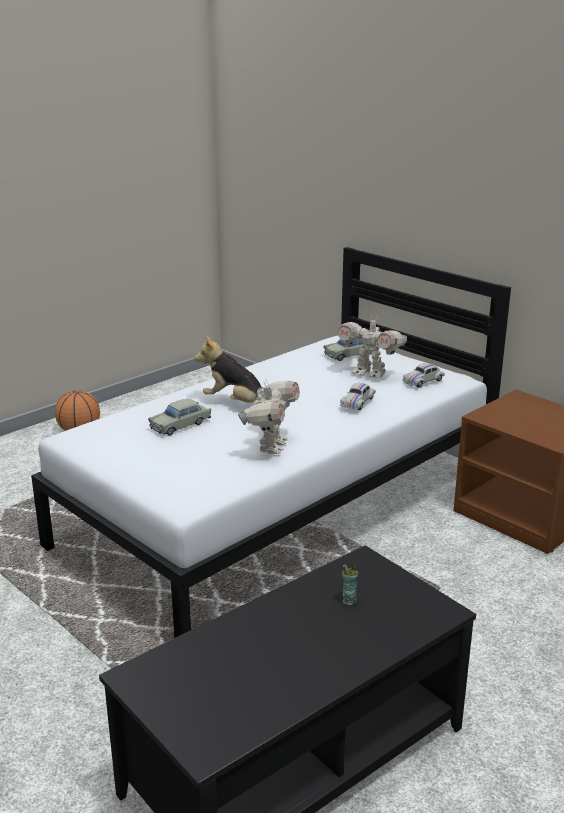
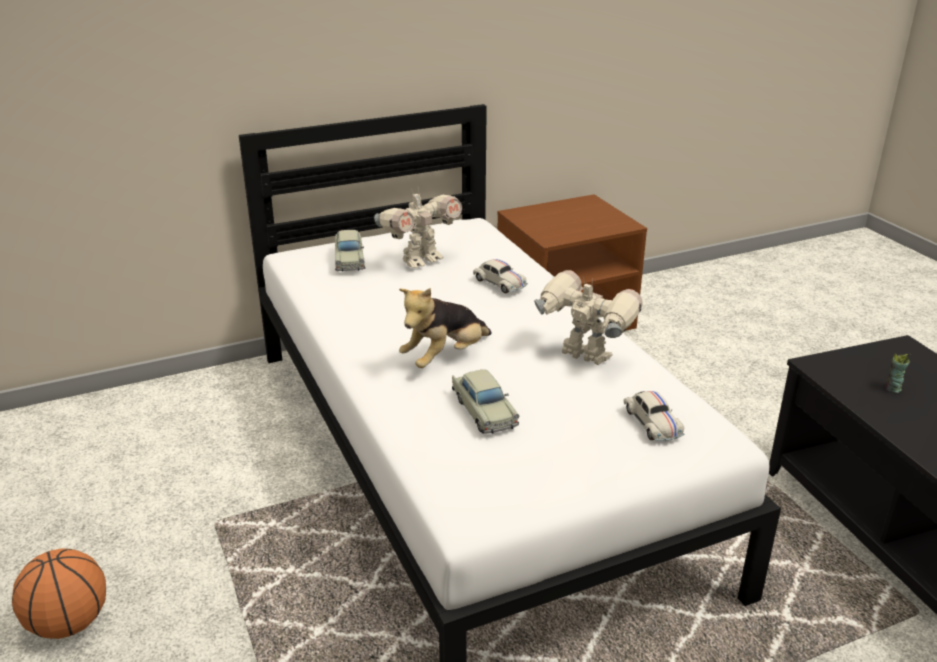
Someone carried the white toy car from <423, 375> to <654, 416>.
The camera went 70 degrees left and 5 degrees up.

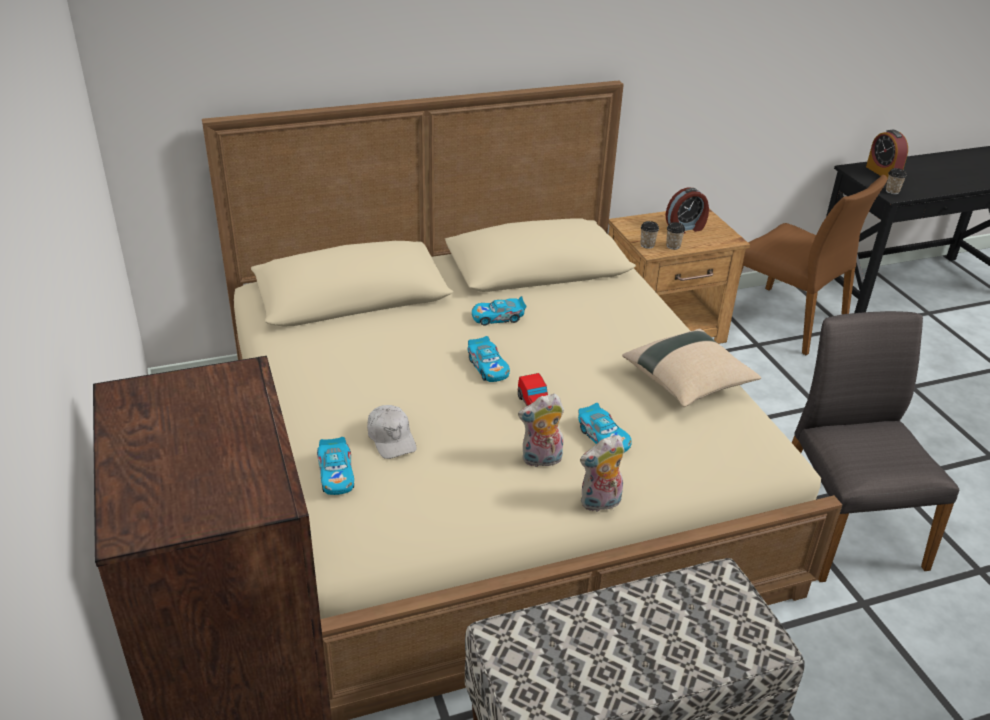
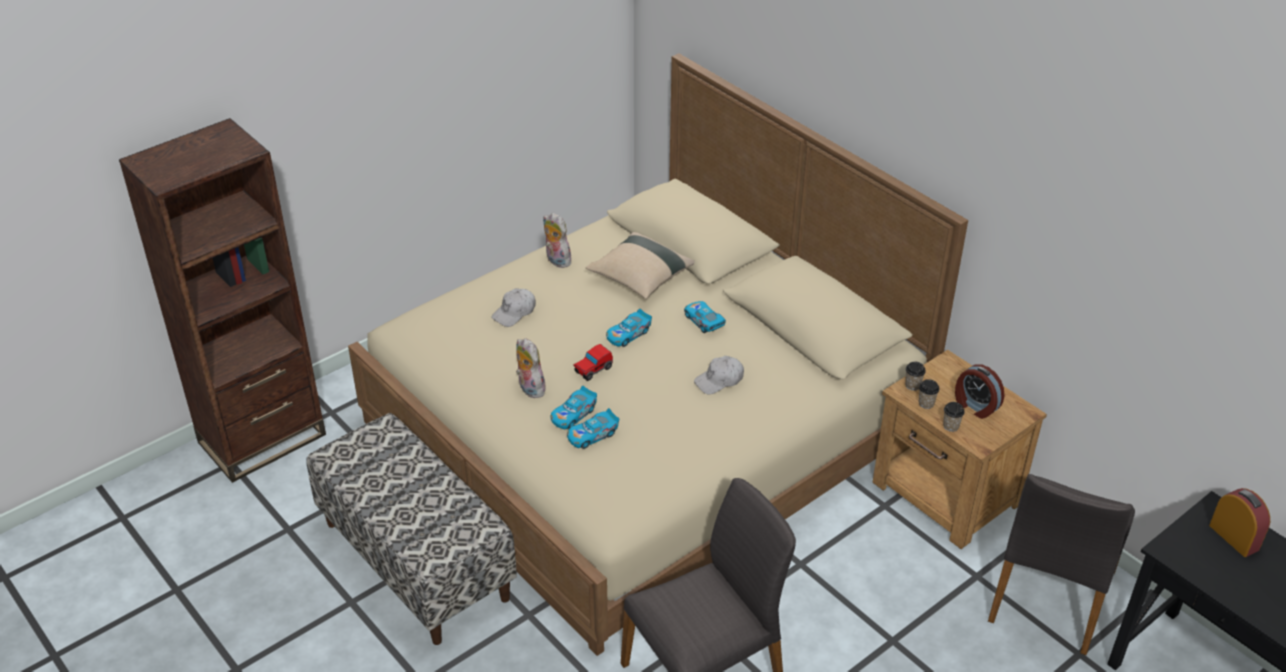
Someone carried the plush toy from <602, 473> to <557, 240>.
Someone carried the toy car from <335, 466> to <593, 428>.
Someone carried the beige pillow from <691, 368> to <640, 265>.
Someone put down the white cap at <719, 375>.
Someone carried the cup from <896, 181> to <954, 417>.
Someone repainted the brown chair at <813, 265>, which became the grey chair at <1061, 564>.
Someone rotated the alarm clock at <887, 155> by 105 degrees clockwise.
The camera went 70 degrees right and 5 degrees up.

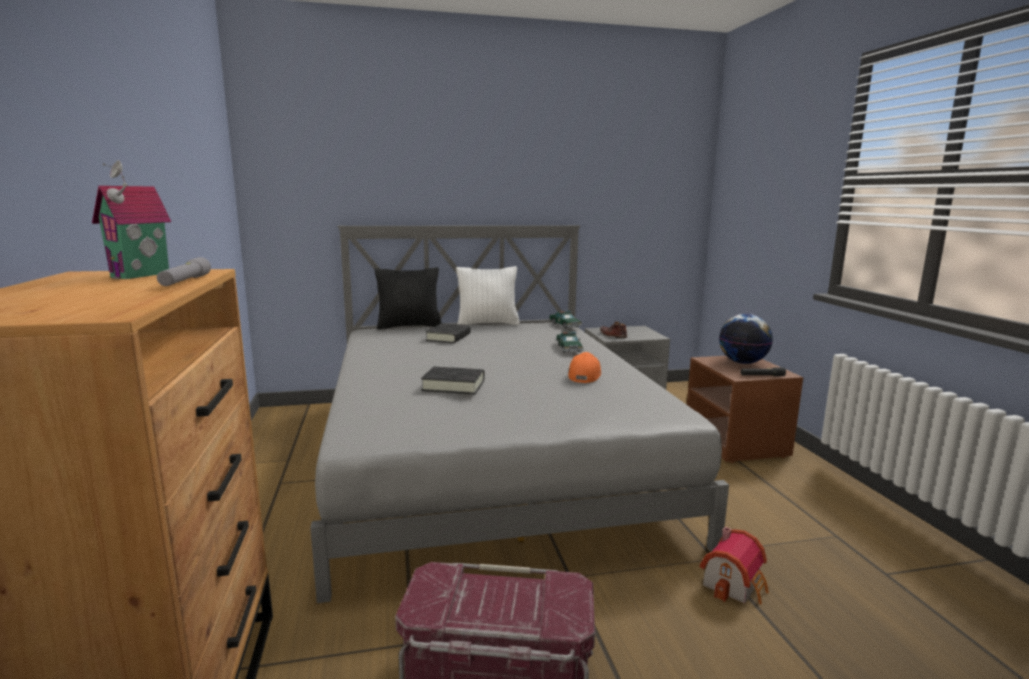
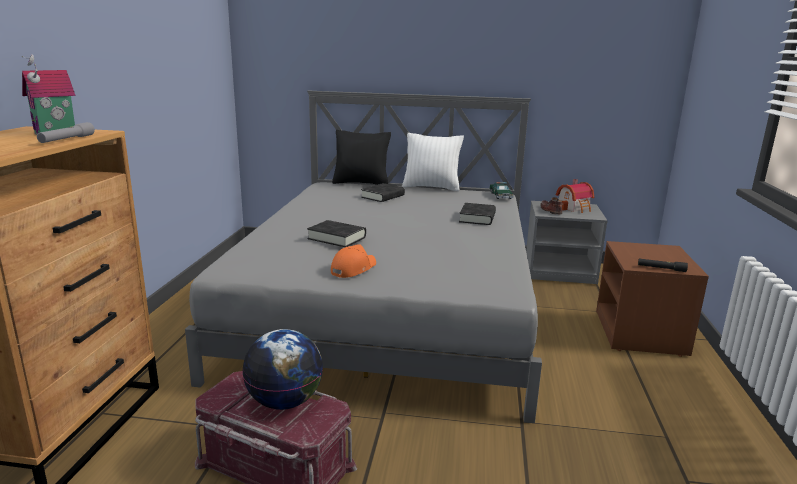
Someone carried the globe from <746, 339> to <282, 369>.
Someone carried the orange cap from <584, 367> to <353, 261>.
Someone swapped the toy car at <570, 342> for the black book at <477, 214>.
Someone carried the toy house from <734, 565> to <575, 196>.
The camera went 20 degrees right and 5 degrees up.

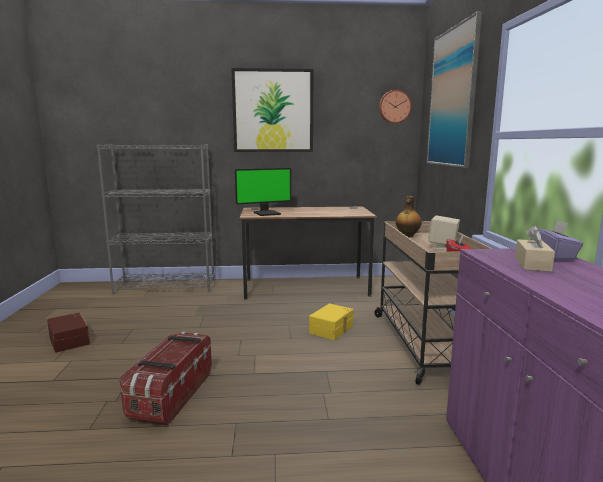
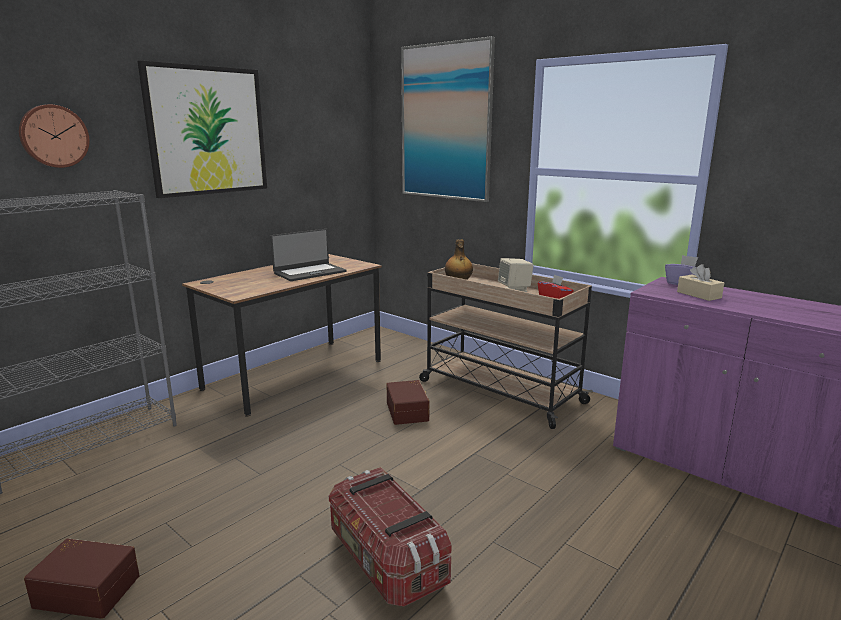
Someone carried the wall clock from <395, 107> to <54, 136>.
Someone put down the laptop at <308, 255>.
Someone repainted the yellow storage box at <331, 321>, which became the brown storage box at <408, 402>.
Someone took away the monitor at <263, 192>.
The camera went 45 degrees left and 5 degrees up.

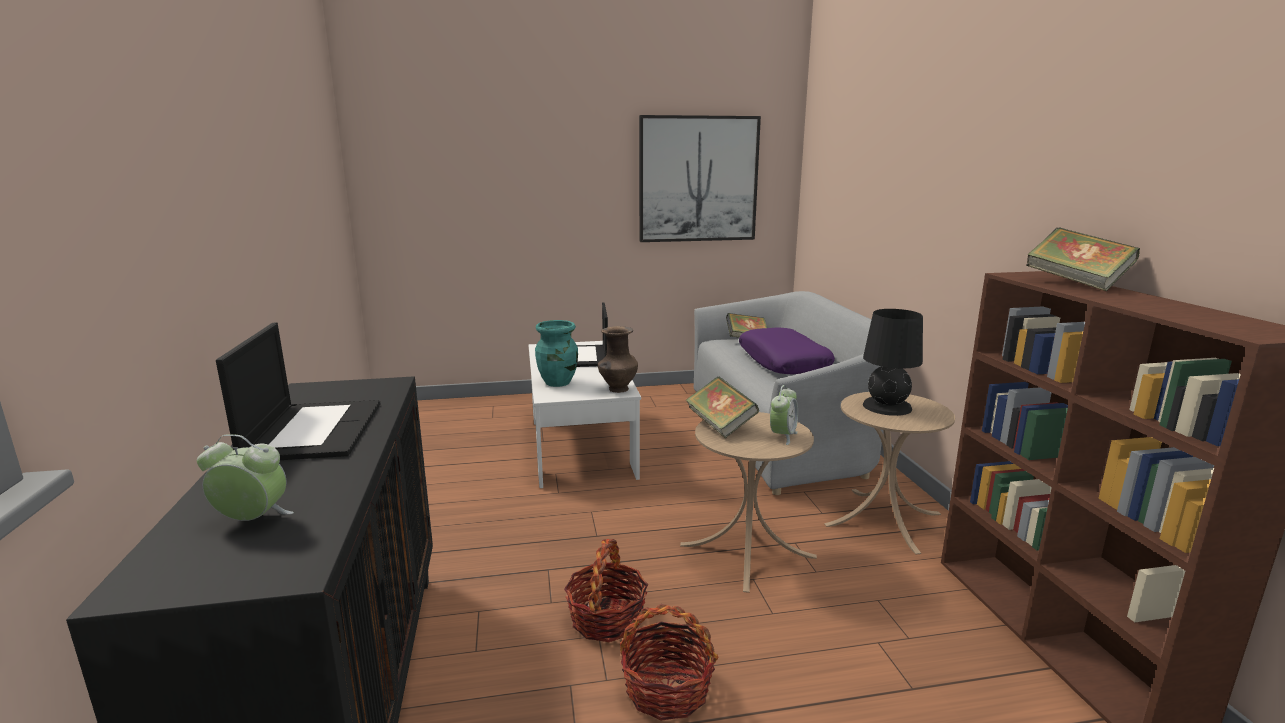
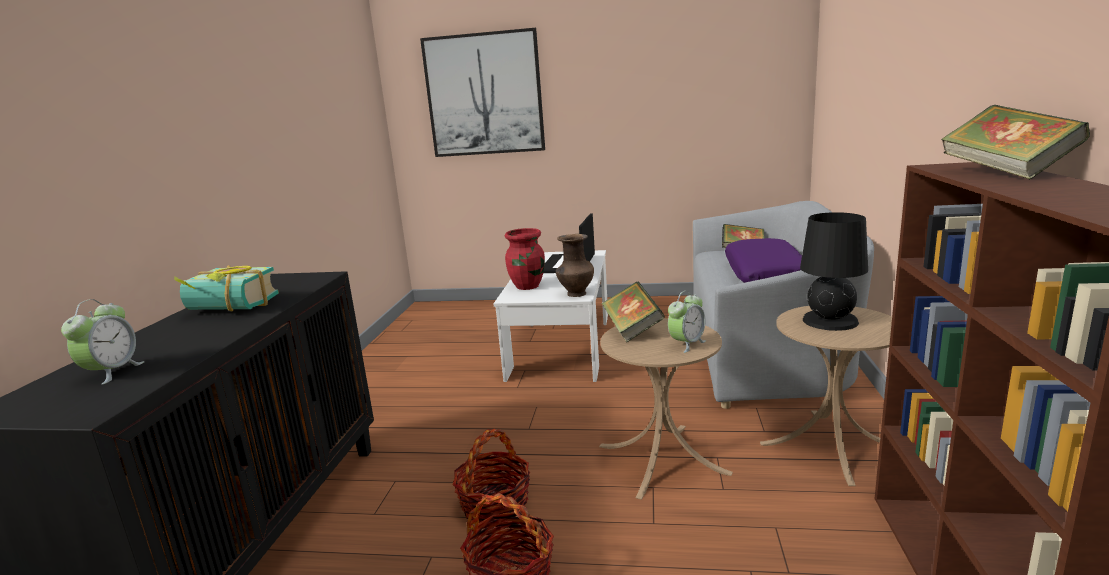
Someone rotated the alarm clock at <245, 477> by 75 degrees clockwise.
Someone swapped the laptop at <298, 391> for the book at <226, 288>.
Someone carried the picture from <700, 178> to <482, 92>.
Someone repainted the turquoise vase at <556, 353>, which became the red vase at <525, 259>.
The camera went 20 degrees right and 0 degrees up.

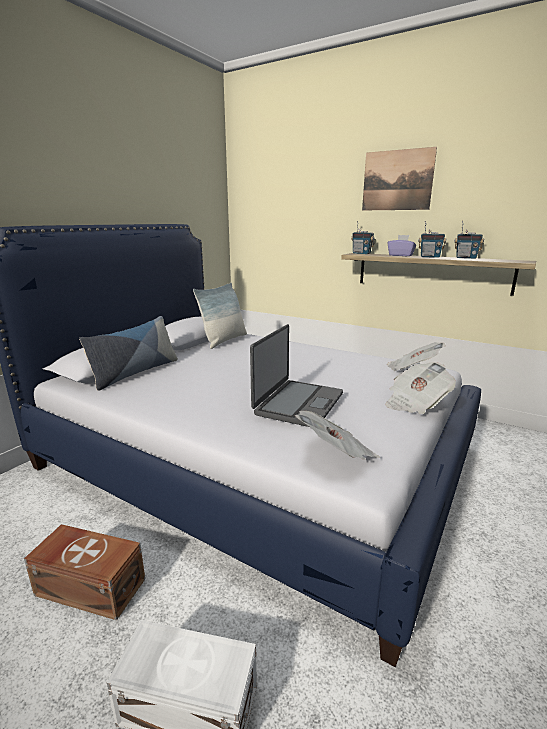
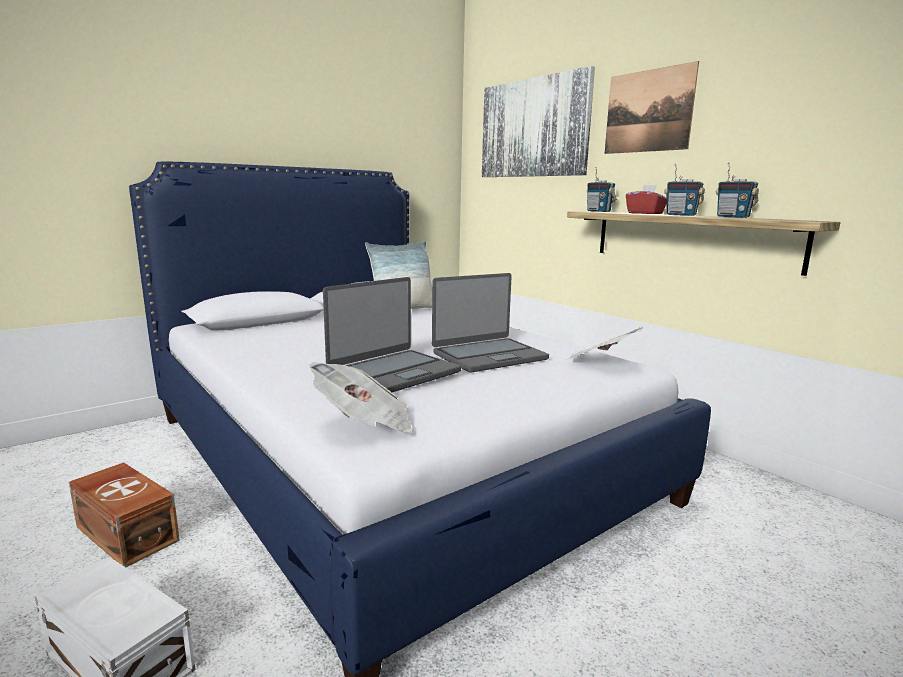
Someone put down the laptop at <490, 323>.
Someone put up the picture at <538, 121>.
Someone repainted the purple tissue box at <402, 245>, which became the red tissue box at <646, 199>.
Someone took away the pillow at <128, 353>.
Someone took away the newspaper at <420, 388>.
The camera went 20 degrees right and 5 degrees down.

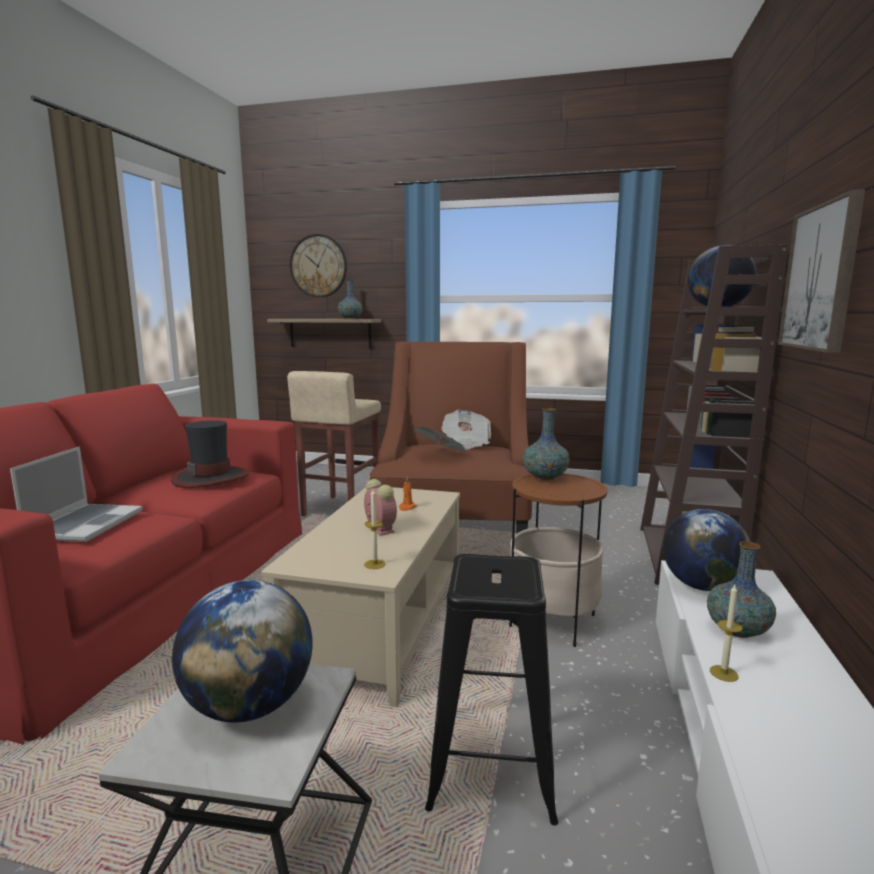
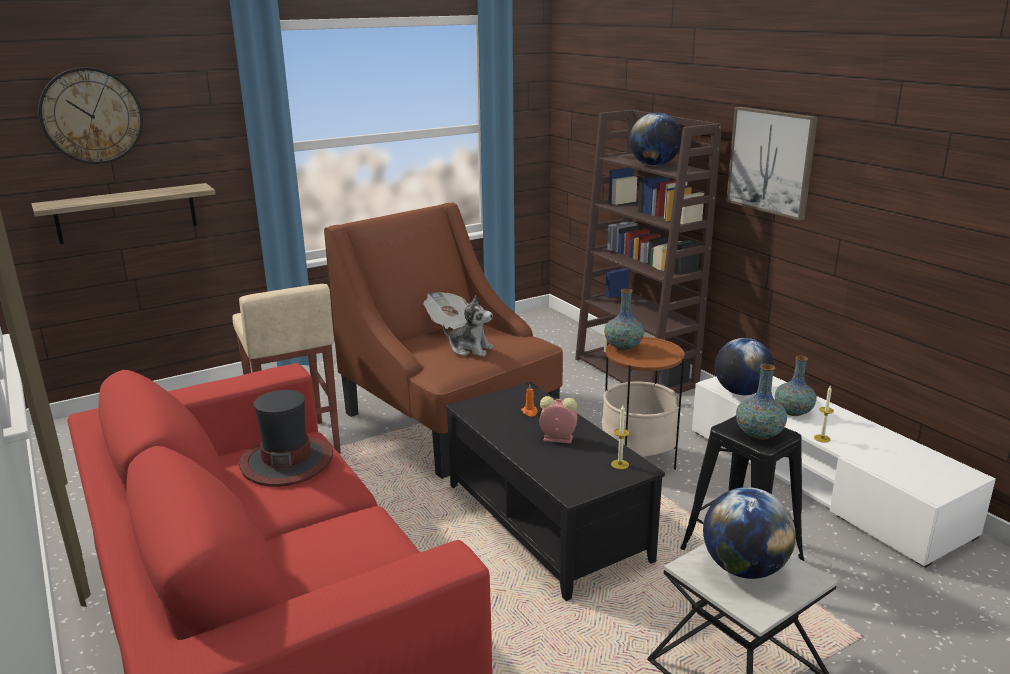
Someone swapped the newspaper at <441, 439> for the plush toy at <468, 325>.
Someone repainted the beige coffee table at <360, 597>, which became the black coffee table at <555, 491>.
Someone carried the vase from <350, 299> to <761, 402>.
Someone took away the laptop at <76, 494>.
The camera went 45 degrees left and 10 degrees up.

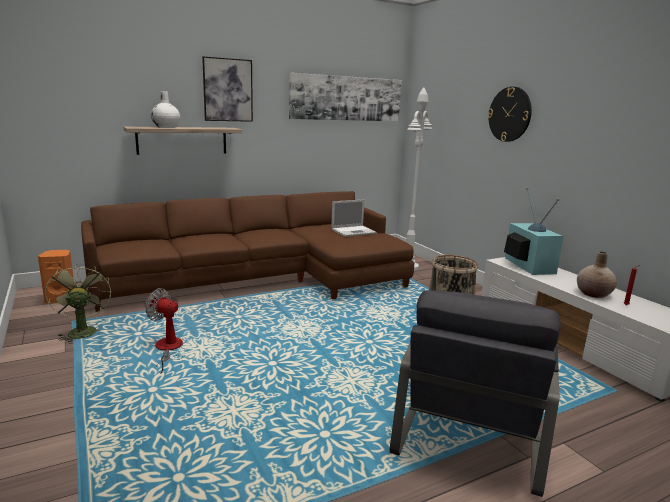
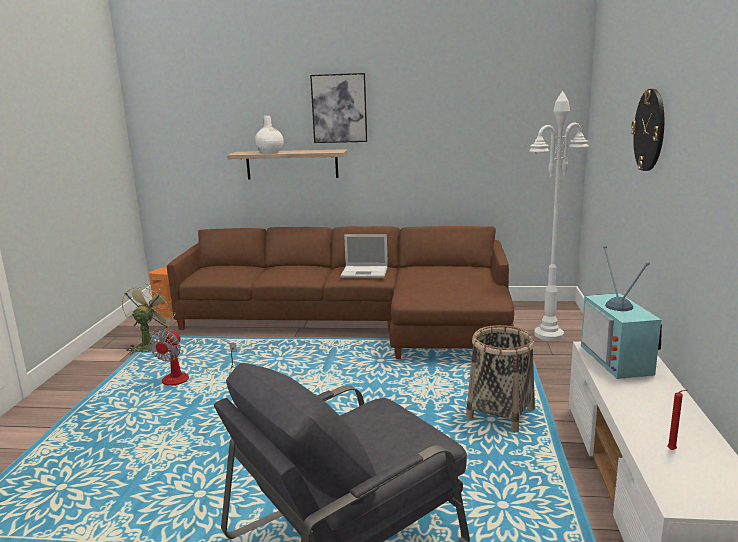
Someone rotated the fan at <164, 330> by 135 degrees counterclockwise.
Someone carried the laptop from <354, 218> to <364, 256>.
Someone rotated the television at <534, 231> by 150 degrees clockwise.
Someone took away the picture at <345, 97>.
Someone took away the beige vase at <597, 275>.
The camera went 35 degrees right and 0 degrees up.

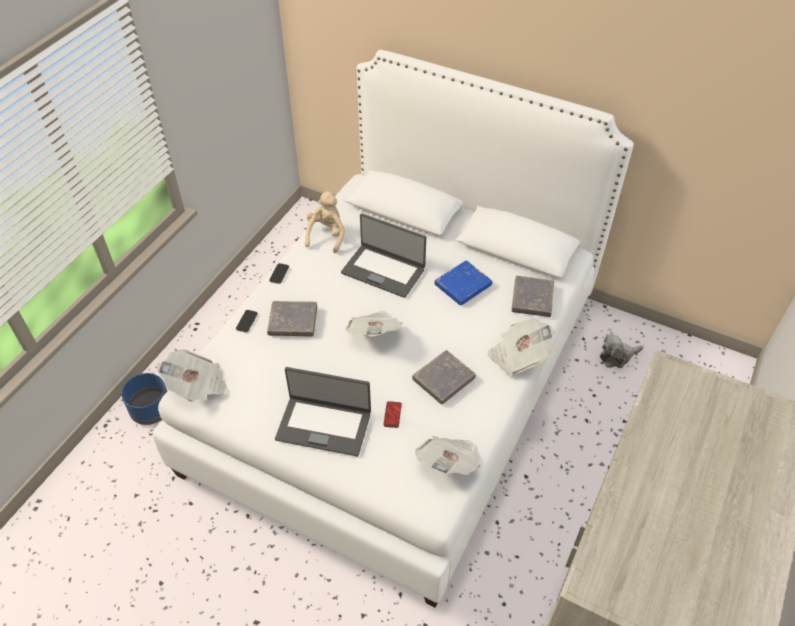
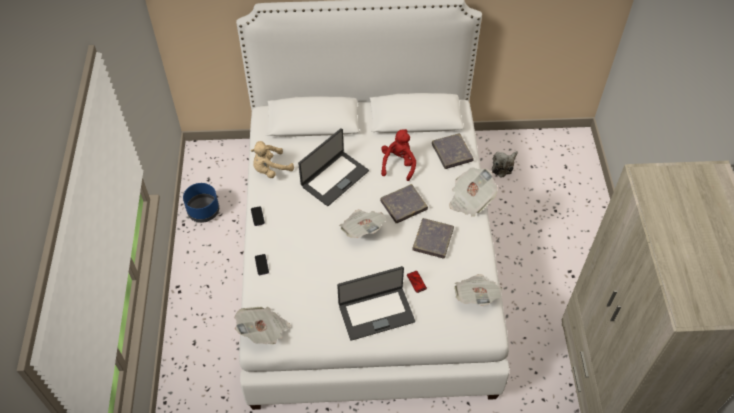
Someone carried the blue planter from <144, 399> to <201, 203>.
Someone rotated the beige plush toy at <325, 222> by 105 degrees counterclockwise.
Someone rotated the laptop at <383, 255> by 45 degrees counterclockwise.
Someone carried the grey book from <292, 319> to <404, 203>.
Someone swapped the blue book at <463, 283> for the red plush toy at <398, 155>.
The camera went 30 degrees left and 5 degrees up.

